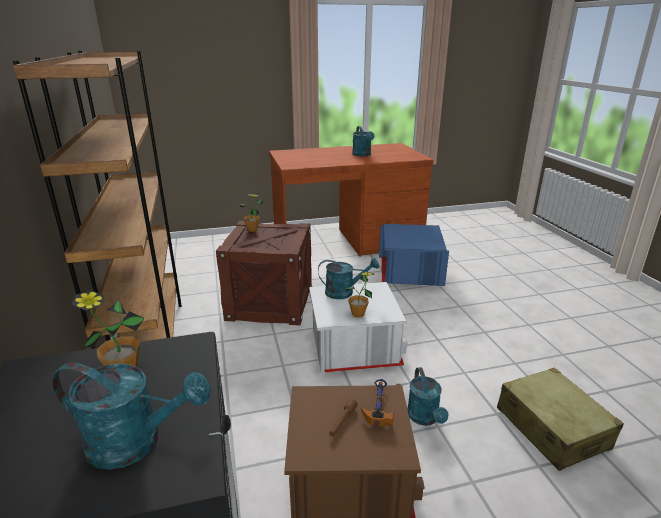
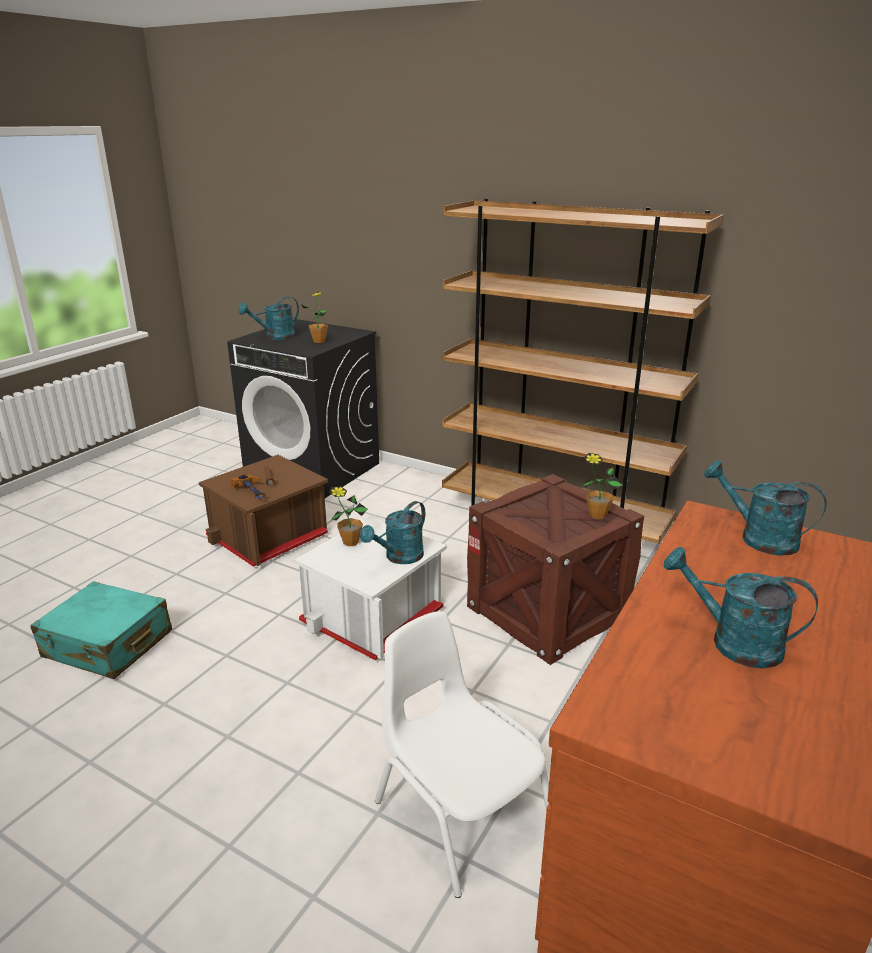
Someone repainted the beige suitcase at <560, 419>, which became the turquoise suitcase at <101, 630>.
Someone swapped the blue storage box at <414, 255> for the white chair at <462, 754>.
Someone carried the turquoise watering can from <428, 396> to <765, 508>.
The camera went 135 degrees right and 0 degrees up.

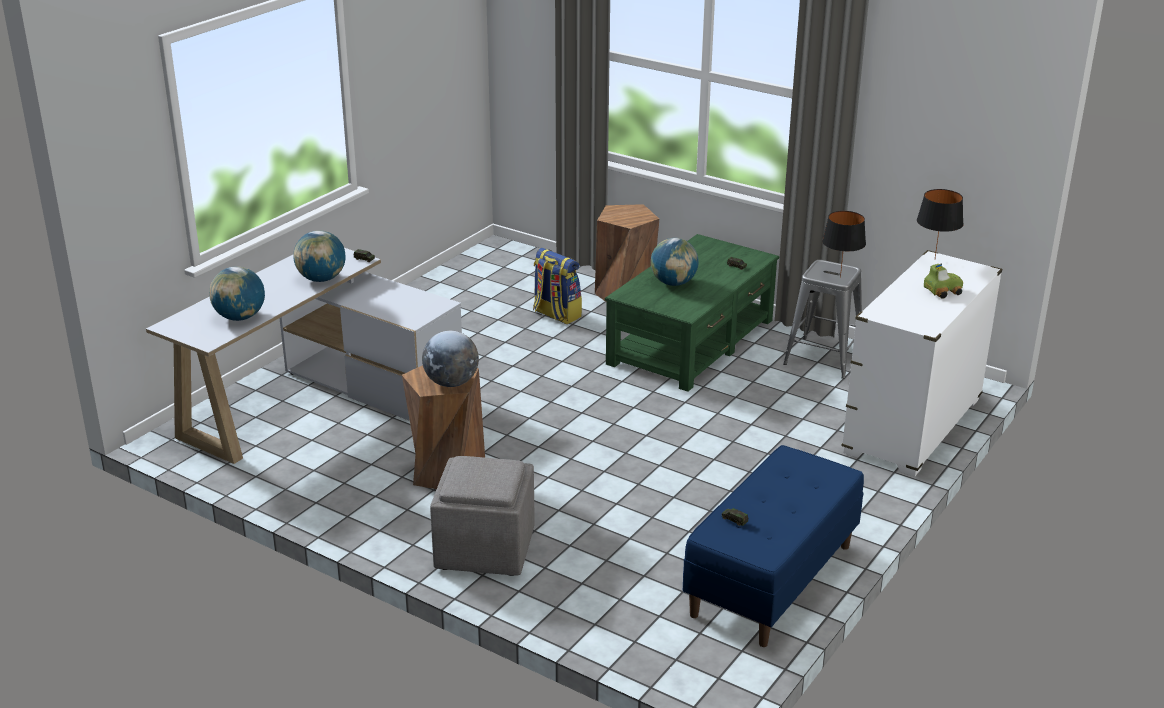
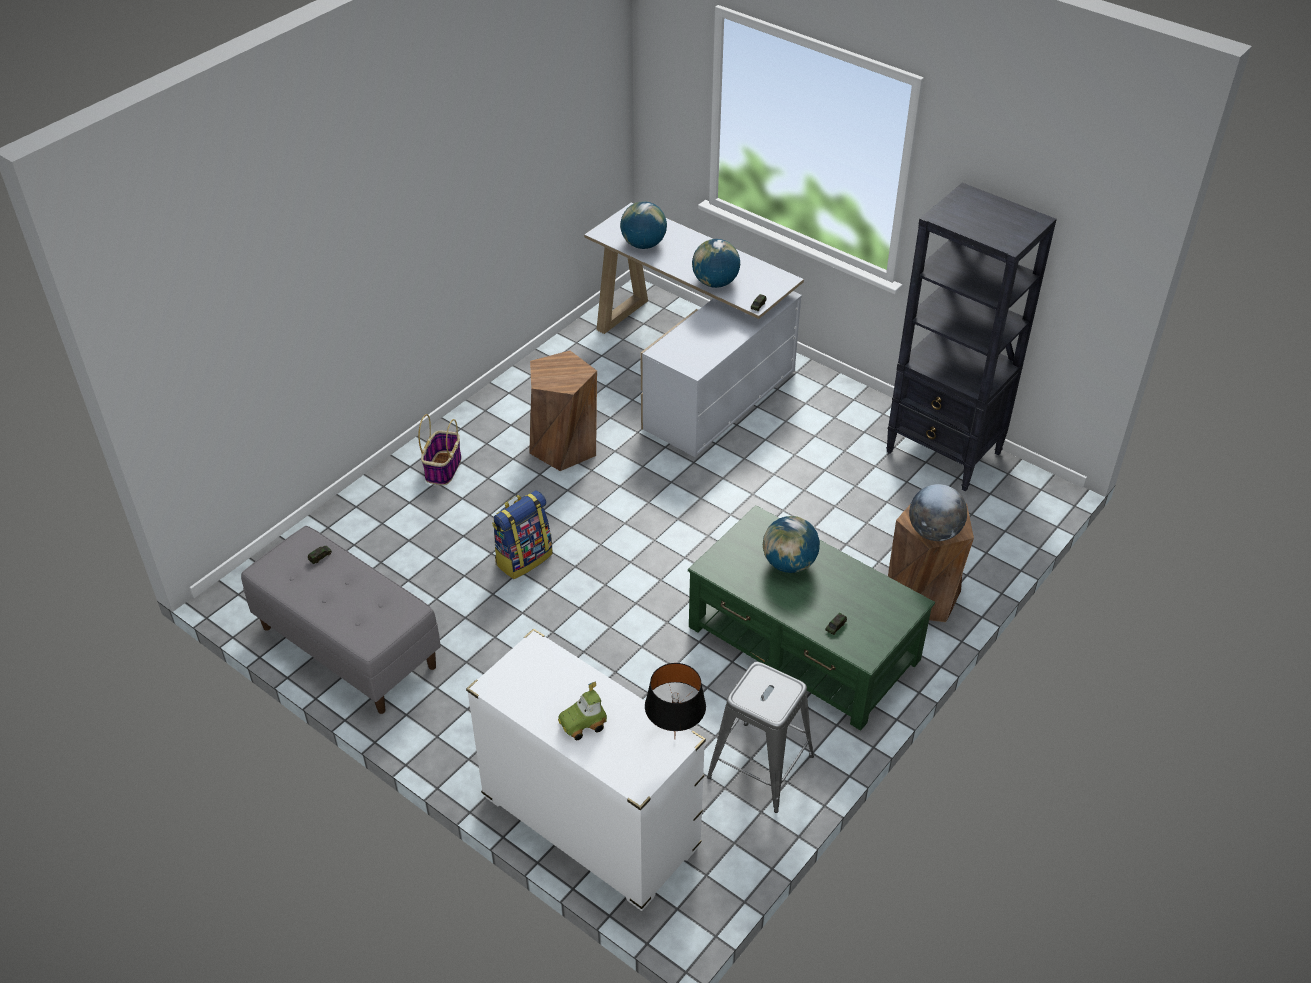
Someone repainted the blue bench at <773, 546>, which became the grey bench at <341, 620>.
Someone swapped the grey ottoman at <482, 516> for the basket at <440, 449>.
Someone carried the backpack from <557, 286> to <522, 534>.
Someone rotated the toy car at <943, 281> by 75 degrees clockwise.
Someone put down the black bookcase at <971, 337>.
Someone carried the globe from <450, 359> to <938, 512>.
Someone took away the black table lamp at <844, 244>.
The camera went 95 degrees right and 15 degrees up.

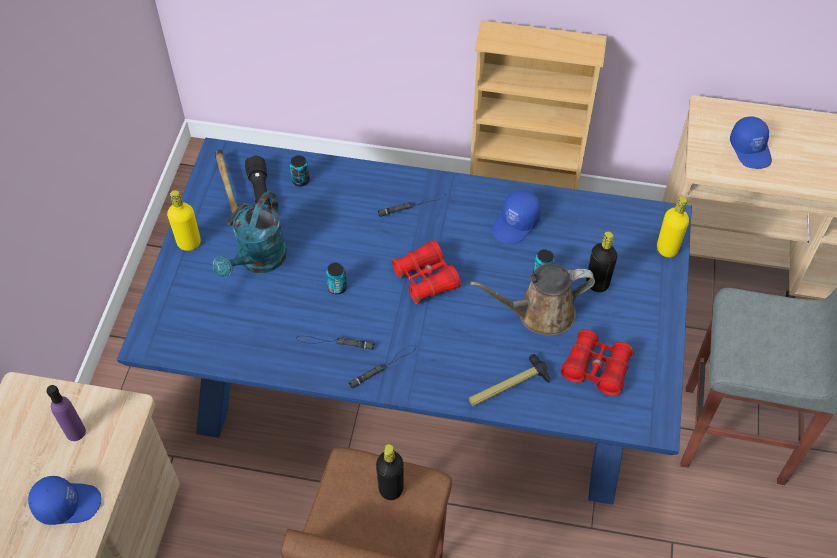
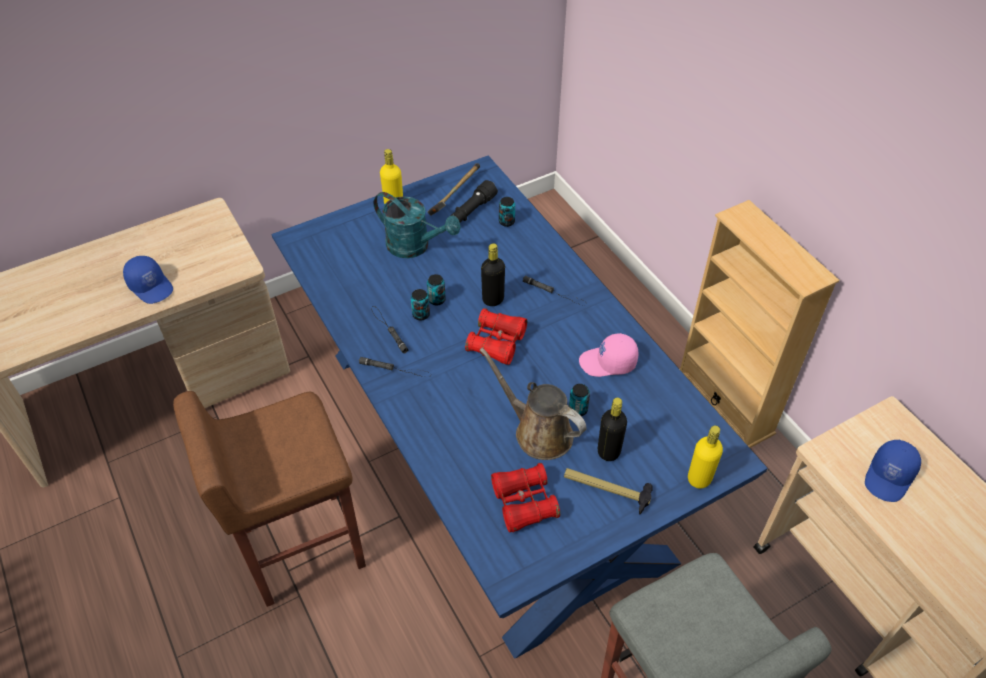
Someone rotated the turquoise watering can at <249, 234> by 135 degrees counterclockwise.
Someone put down the can at <420, 304>.
Someone carried the black bottle from <390, 472> to <493, 274>.
Someone carried the hammer from <509, 380> to <608, 491>.
Someone repainted the blue cap at <516, 217>, which became the pink cap at <608, 355>.
Someone took away the purple bottle at <66, 413>.
The camera went 50 degrees right and 5 degrees down.

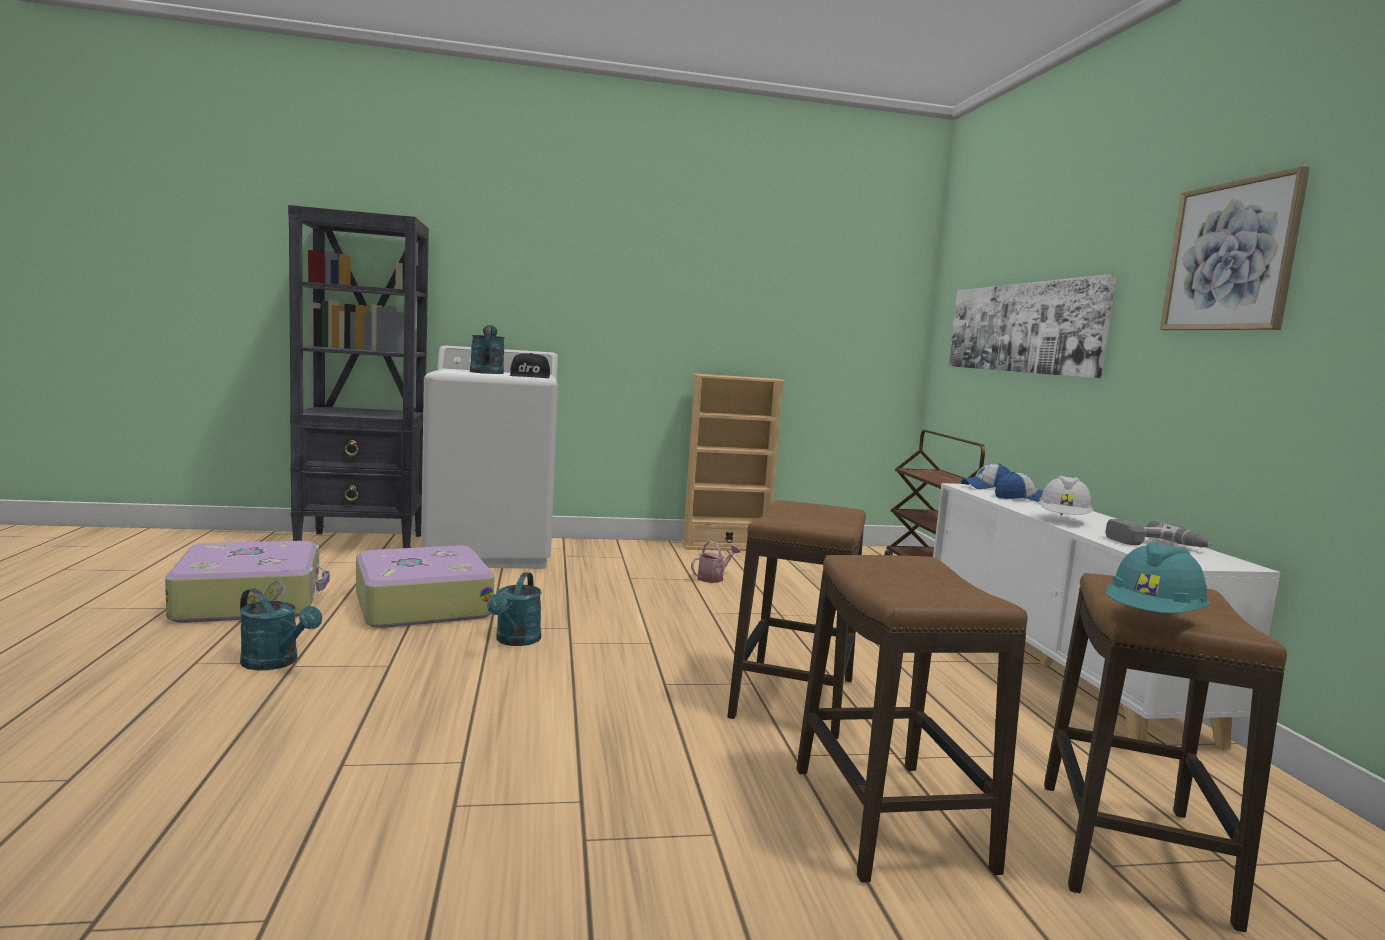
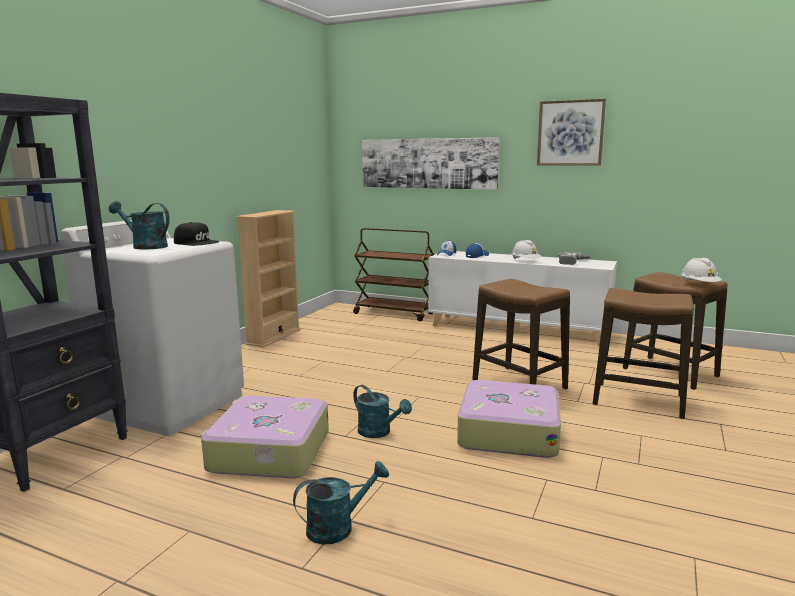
Someone carried the suitcase from <247, 582> to <509, 419>.
Someone repainted the turquoise hard hat at <1158, 577>, which became the white hard hat at <701, 270>.
Someone took away the watering can at <715, 562>.
The camera went 55 degrees left and 5 degrees up.

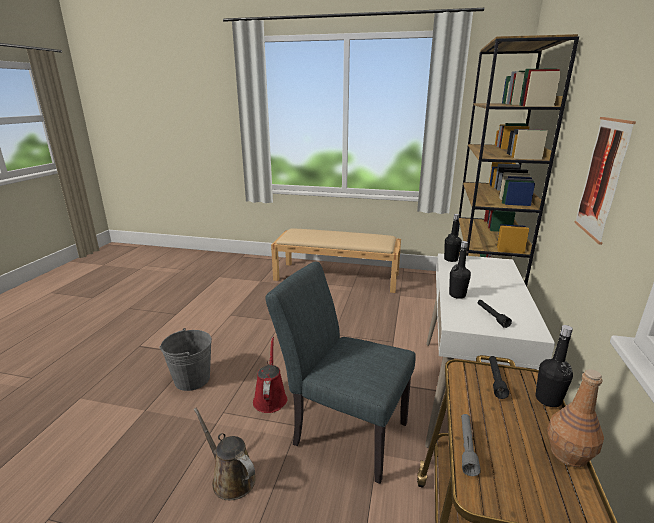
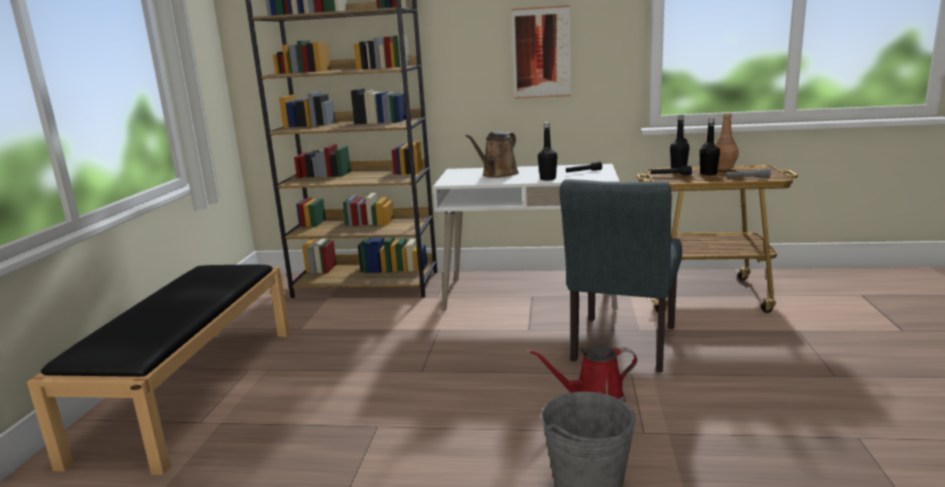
Someone repainted the beige bench at <336, 260>, which became the black bench at <158, 370>.
Someone carried the brown watering can from <225, 454> to <492, 155>.
Someone carried the black bottle from <453, 238> to <709, 147>.
The camera went 95 degrees left and 5 degrees down.

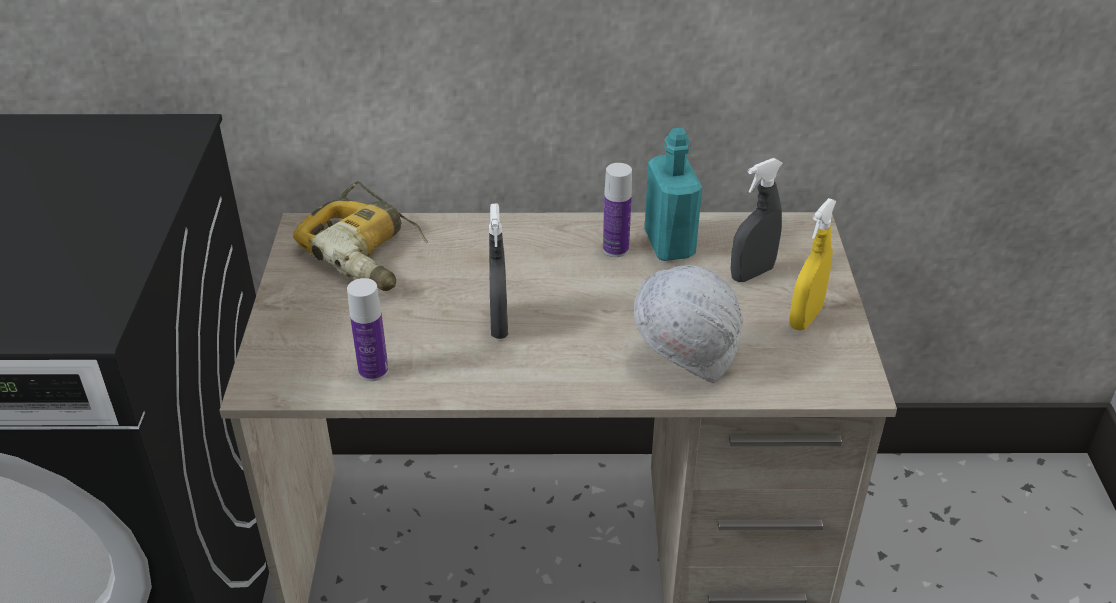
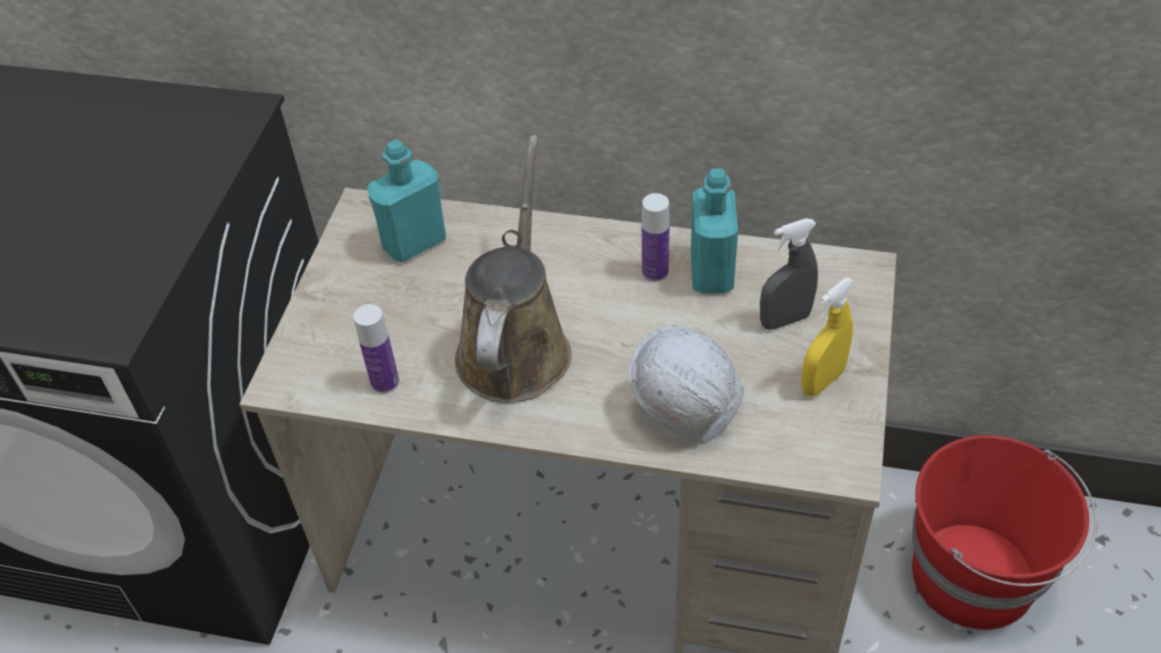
Someone swapped the power drill at <360, 236> for the turquoise bottle at <406, 201>.
Someone swapped the grey spray bottle at <498, 271> for the brown watering can at <513, 269>.
Someone put down the red bucket at <1004, 532>.
The camera went 15 degrees right and 10 degrees up.

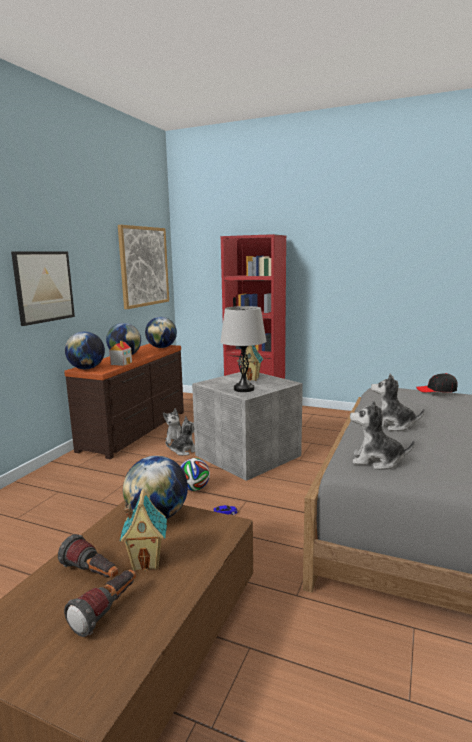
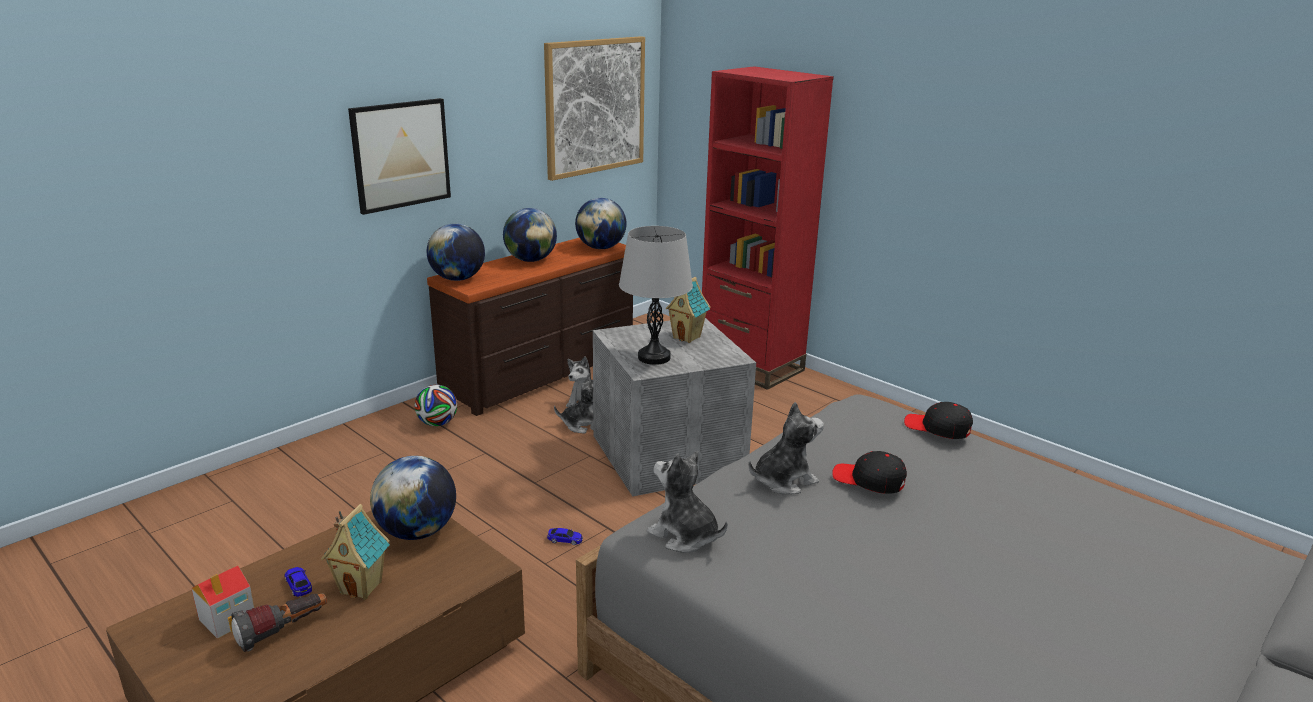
Someone carried the toy house from <120, 353> to <222, 602>.
Someone swapped the flashlight at <88, 556> for the toy car at <298, 582>.
Someone carried the football from <195, 474> to <436, 405>.
Someone rotated the plush toy at <397, 402> by 105 degrees clockwise.
Someone put down the black cap at <869, 472>.
The camera went 20 degrees right and 10 degrees up.

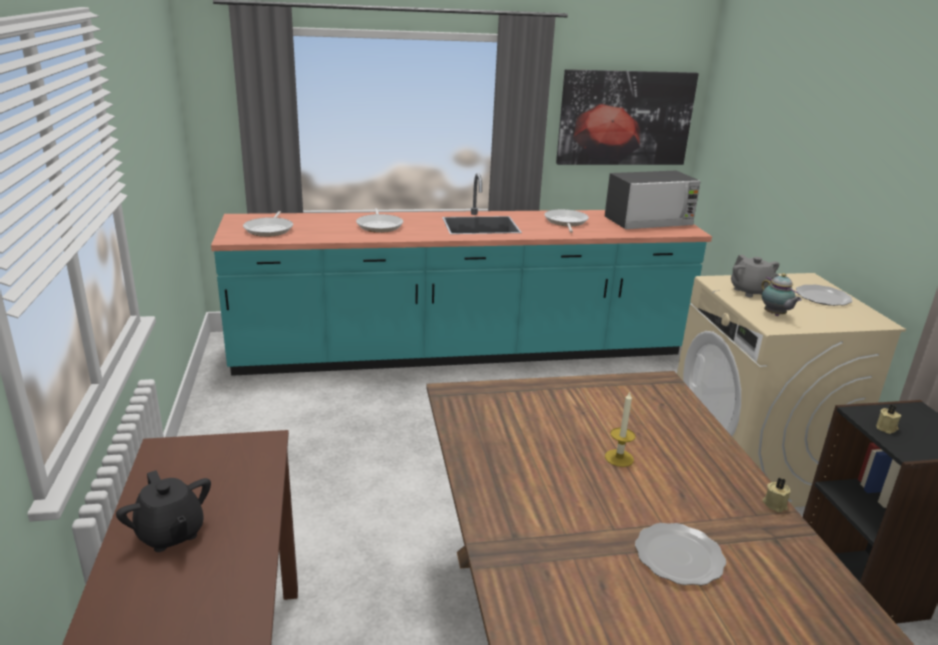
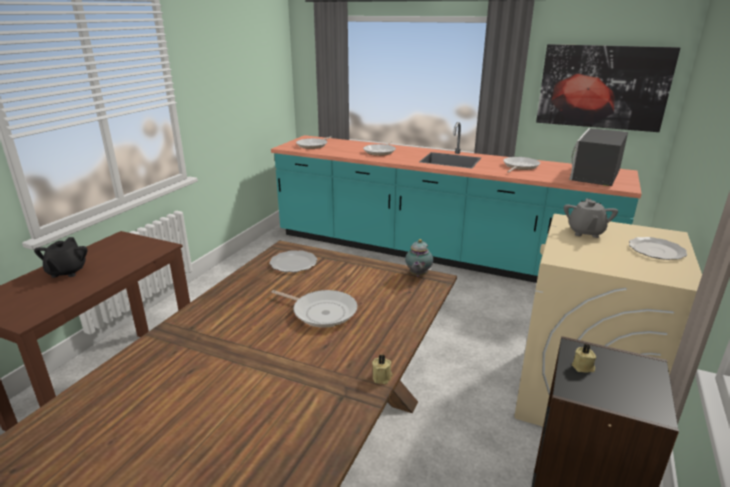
Someone carried the plate from <680, 554> to <293, 261>.
Someone swapped the candle at <620, 429> for the frying pan at <314, 309>.
Someone carried the teapot from <781, 294> to <419, 257>.
Someone rotated the microwave at <653, 199> by 105 degrees clockwise.
The camera went 35 degrees right and 0 degrees up.

